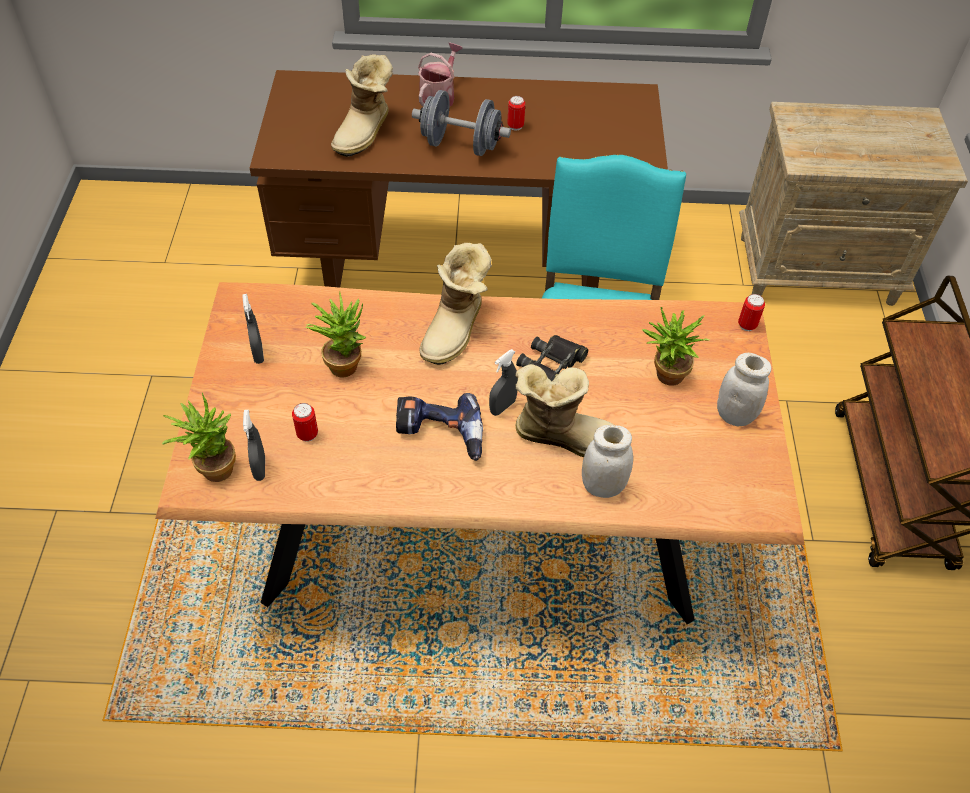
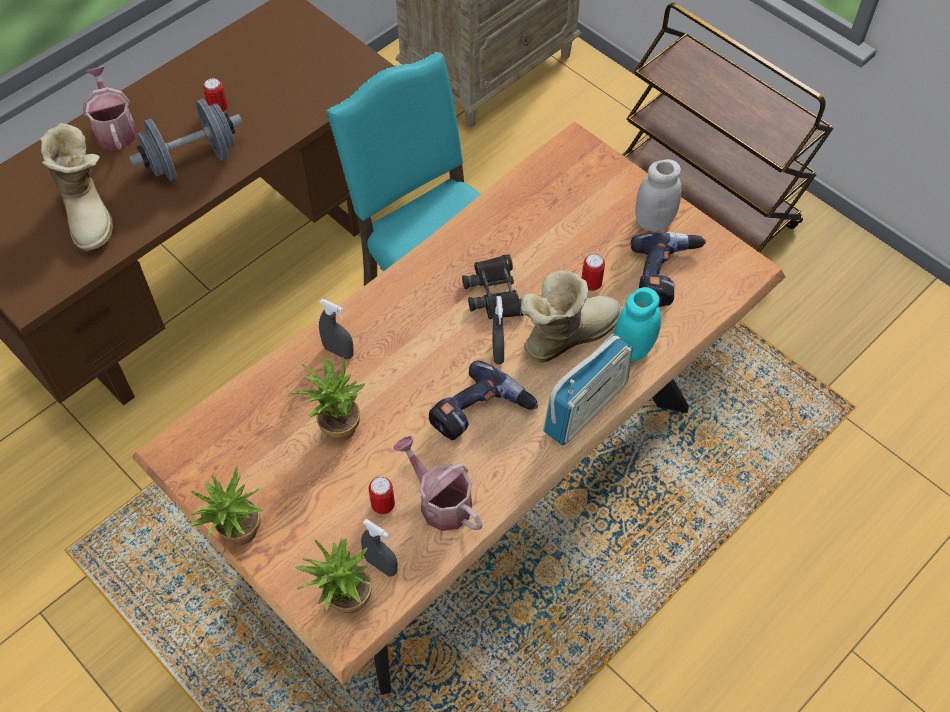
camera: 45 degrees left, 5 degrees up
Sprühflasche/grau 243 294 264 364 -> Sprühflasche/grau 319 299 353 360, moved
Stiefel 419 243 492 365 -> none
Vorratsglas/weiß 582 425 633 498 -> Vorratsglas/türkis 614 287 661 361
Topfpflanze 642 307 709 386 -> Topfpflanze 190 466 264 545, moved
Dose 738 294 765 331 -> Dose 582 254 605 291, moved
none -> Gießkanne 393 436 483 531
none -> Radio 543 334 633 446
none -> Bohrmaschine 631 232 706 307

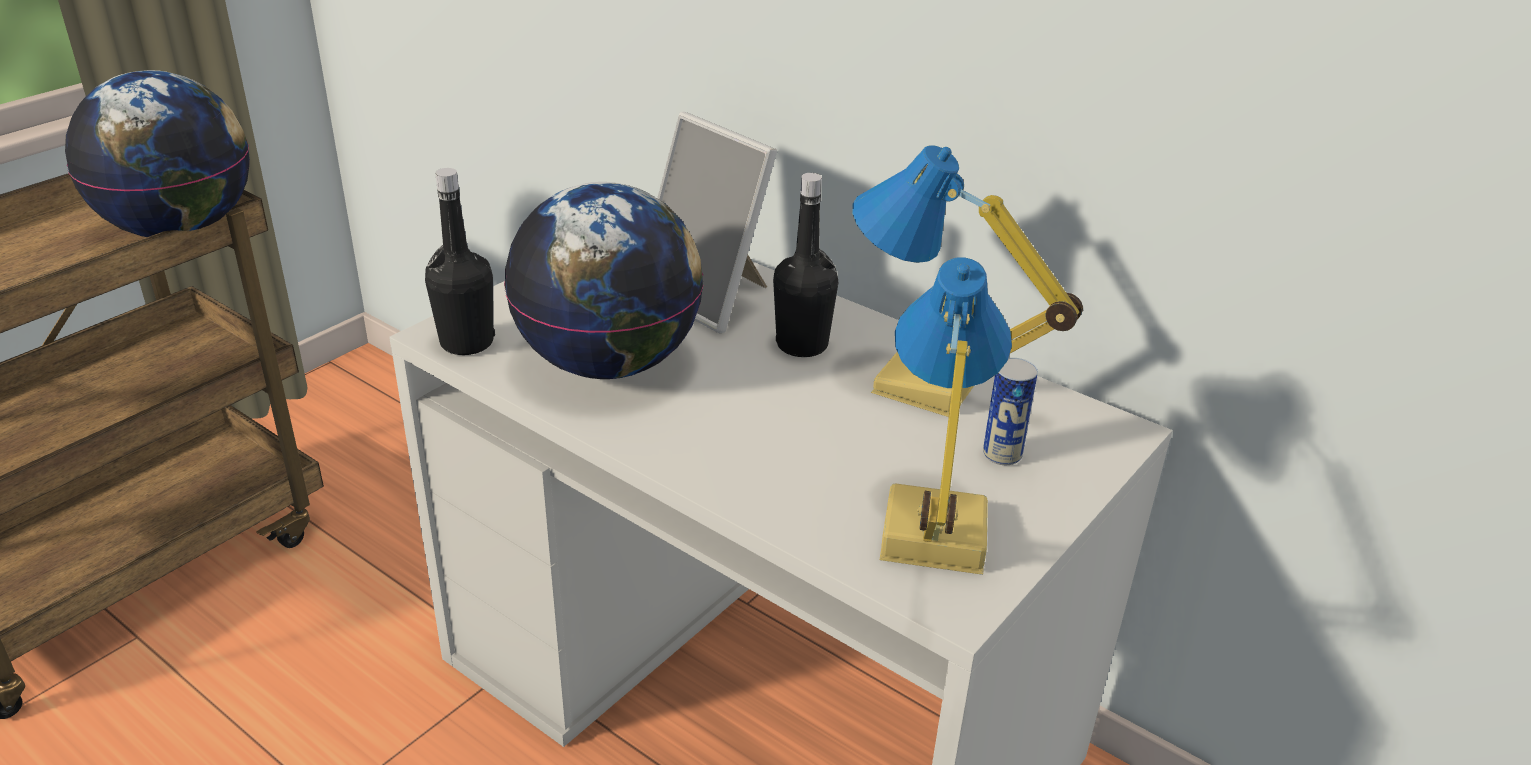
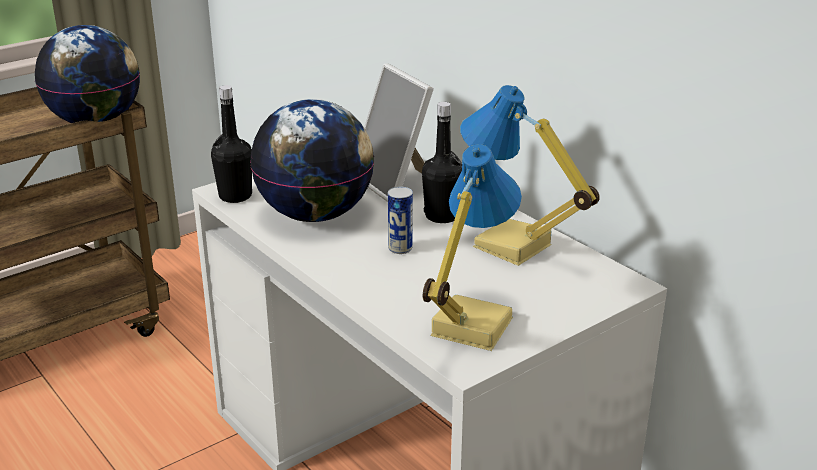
camera: 15 degrees right, 5 degrees down
Dose 983 358 1038 465 -> Dose 388 187 413 254, moved

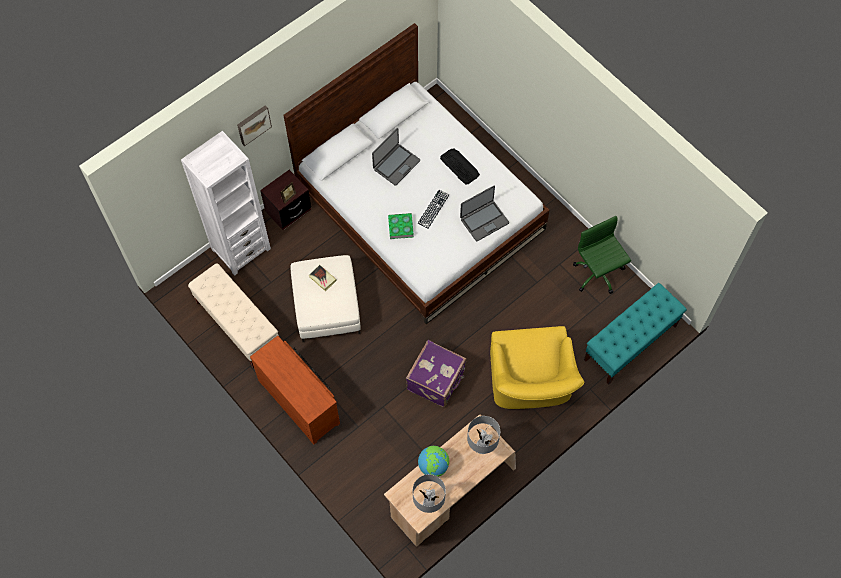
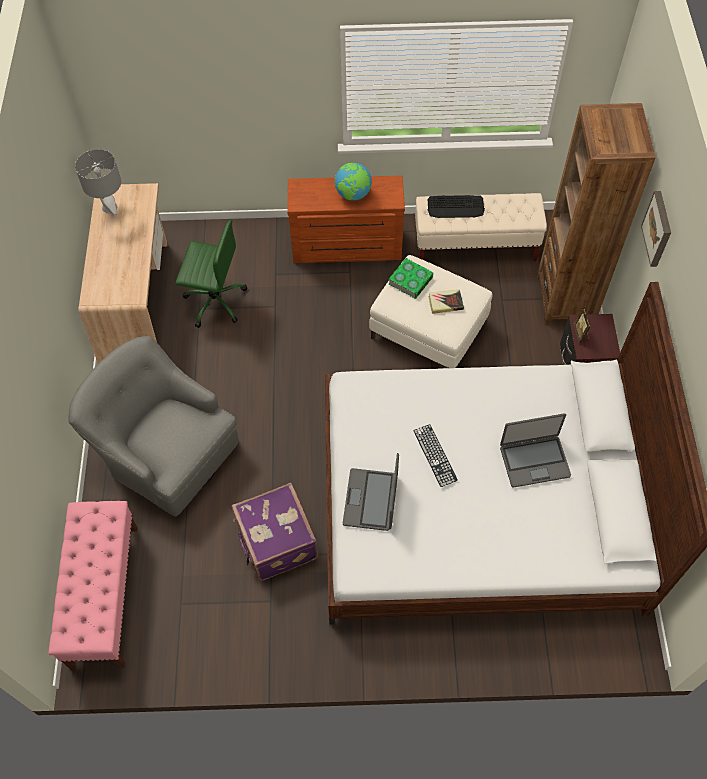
camera: 130 degrees right, 5 degrees down
Bücherregal/weiß 181 131 271 276 -> Bücherregal/braun 537 103 656 324
Laptop 372 128 420 186 -> Laptop 500 414 571 488, 90 degrees counterclockwise
Buch 388 213 414 239 -> Buch 389 258 433 299, moved
Koffer/lila 406 340 467 407 -> Koffer/lila 232 483 318 581, moved
Globus 418 446 449 477 -> Globus 335 163 372 201, moved
Tastatur 440 148 480 185 -> Tastatur 427 195 485 218, moved
Tischlampe/grau 467 416 500 454 -> none
Sessel/gelb 490 326 585 409 -> Sessel/grau 68 336 239 517
Bürostuhl/grün 573 216 631 294 -> Bürostuhl/grün 176 220 247 328, moved
Bank/türkis 584 283 687 384 -> Bank/rosa 49 501 138 669

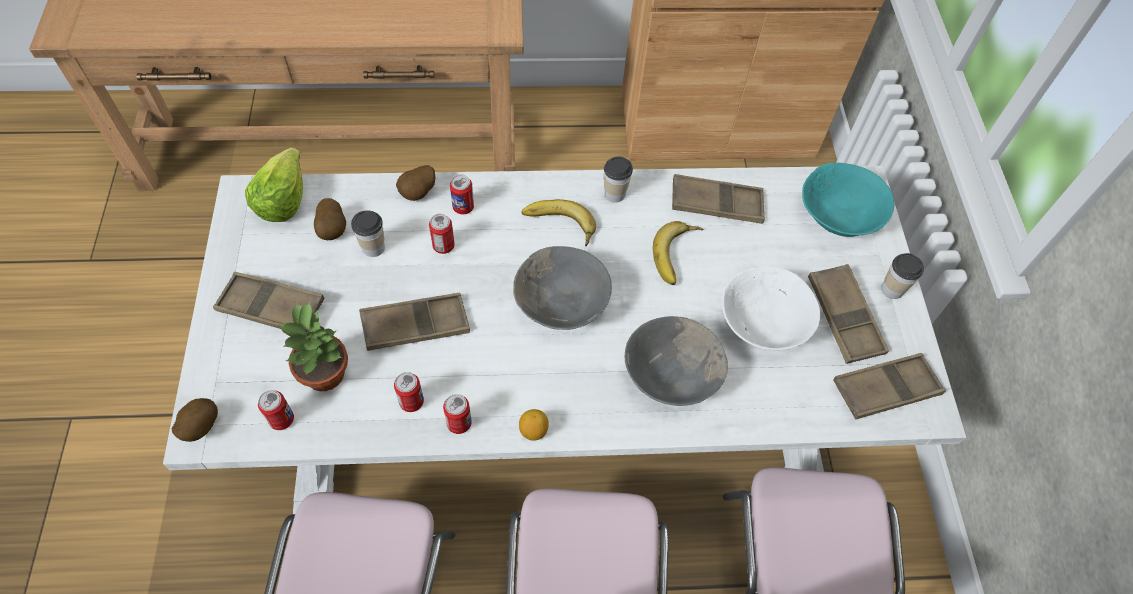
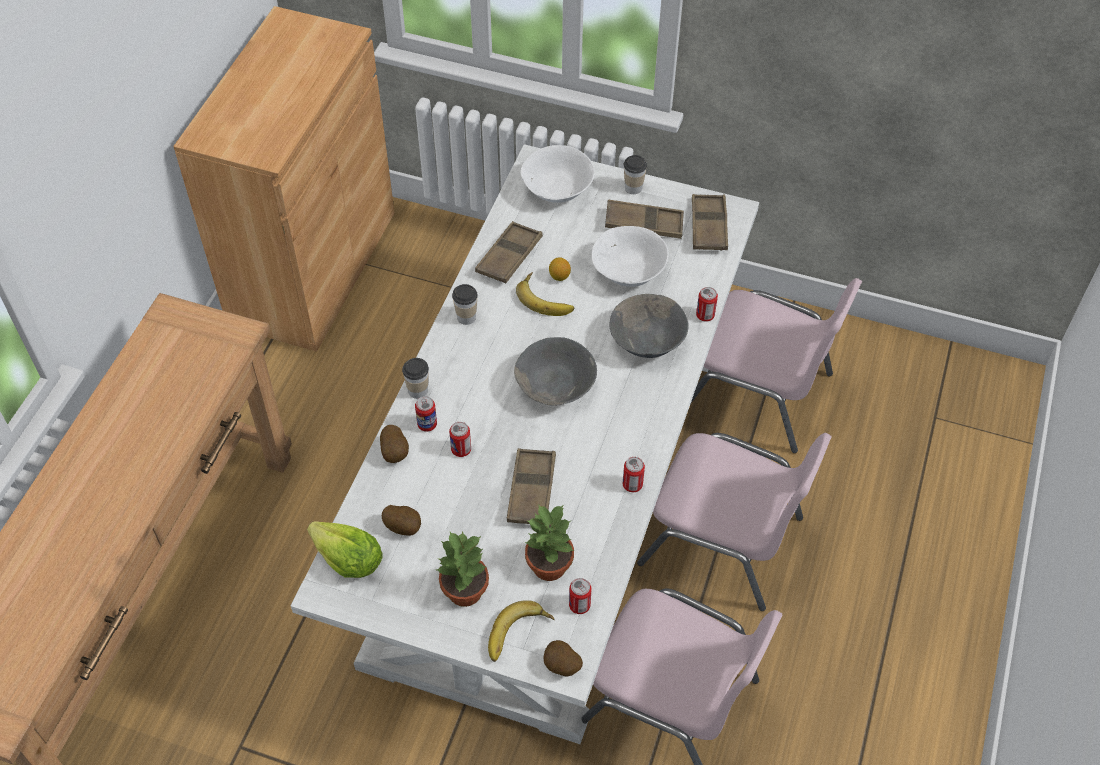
camera: 65 degrees left, 5 degrees down
Tablett/braun 213 272 324 329 -> Topfpflanze 437 531 489 607
Tasse 351 210 385 257 -> Tasse 402 358 429 399, moved
Dose 394 372 424 412 -> Dose 696 287 718 321, moved
Zitrone 519 409 549 441 -> Zitrone 549 257 571 281, moved
Banane 522 199 596 246 -> Banane 488 600 555 662, moved
Schüssel/türkis 802 163 894 237 -> Schüssel/weiß 521 145 595 203

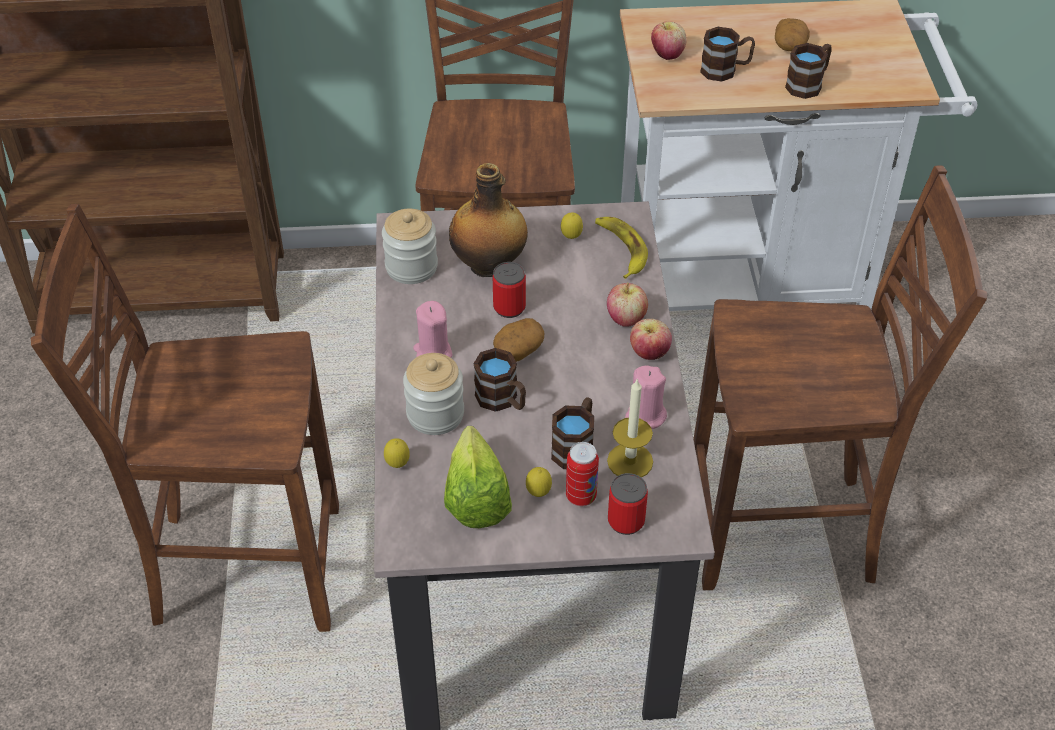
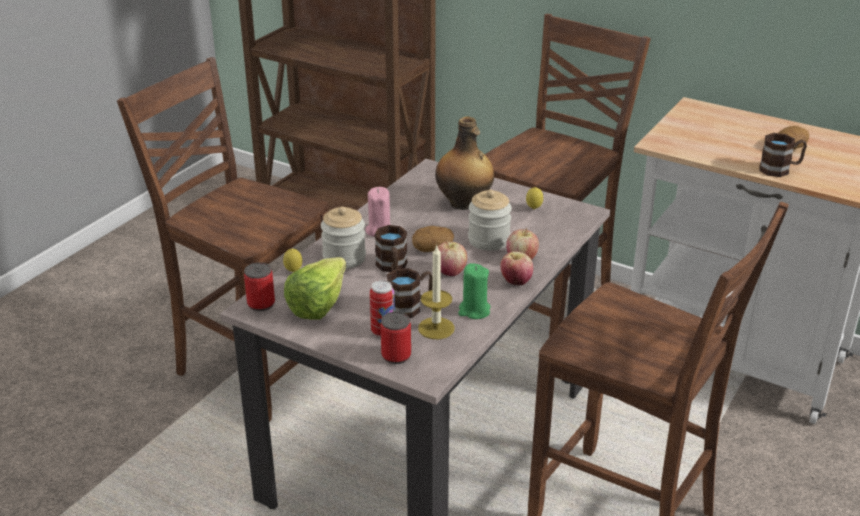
camera: 35 degrees right, 15 degrees down
Vorratsglas 382 209 438 284 -> Vorratsglas 468 190 512 250, moved
Dose 493 262 526 318 -> Dose 244 262 275 311, moved
Zitrone 526 467 552 497 -> none
Banane 595 217 648 279 -> none
Kerze/rosa 625 366 667 429 -> Kerze/grün 458 263 491 319
Apfel 651 21 687 60 -> Apfel 438 240 467 276, moved
Henkelbecher/braun 700 27 755 82 -> none

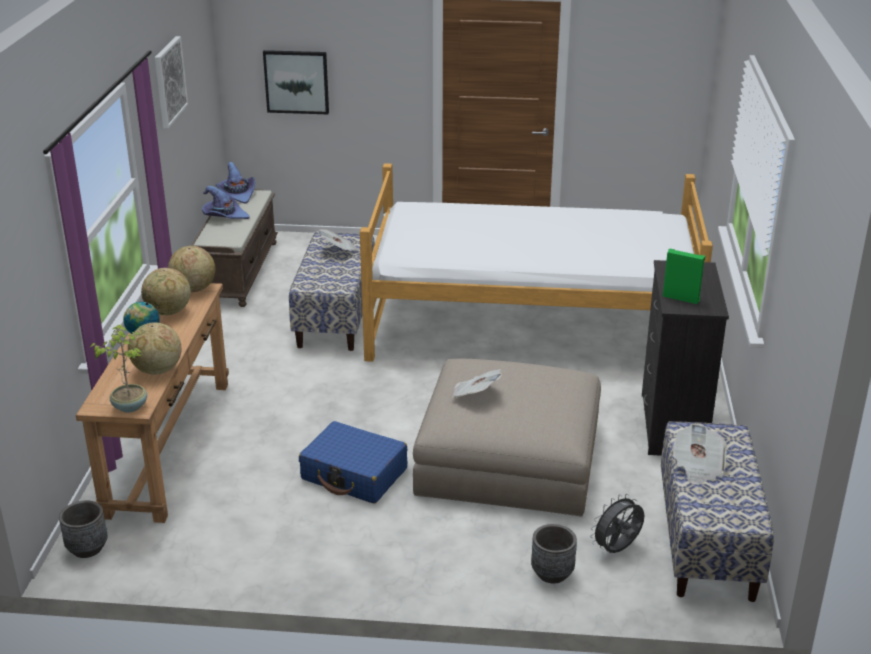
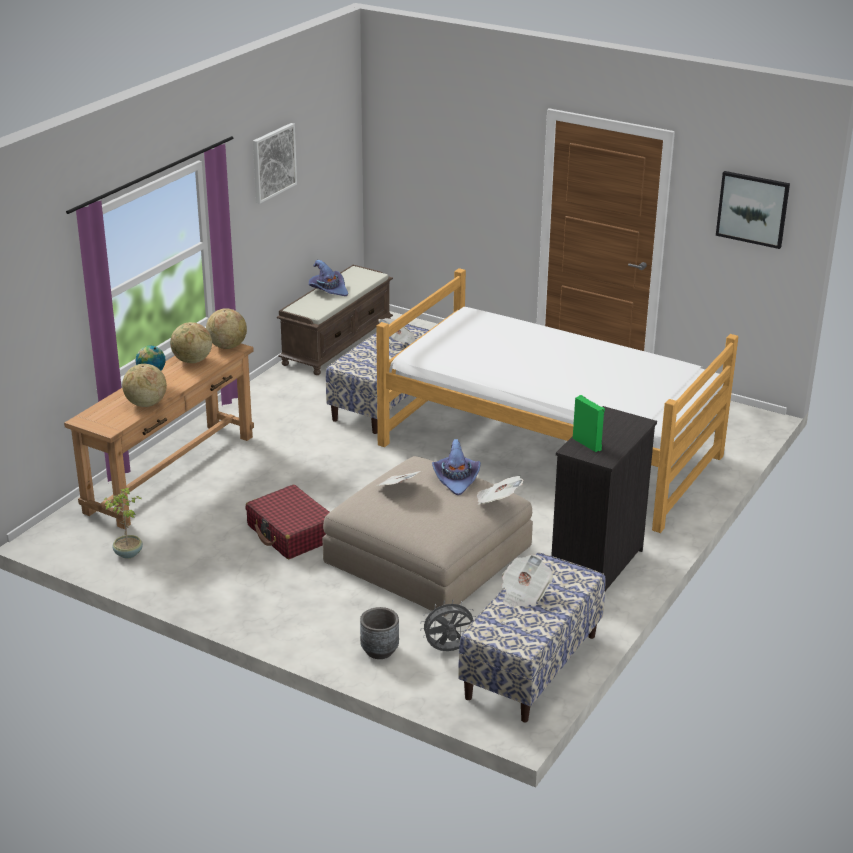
camera: 25 degrees right, 0 degrees up
Pflanzkübel/grau 59 500 108 558 -> none
Topfpflanze 89 325 147 413 -> Topfpflanze 104 488 143 559, moved
Hut/lila 215 162 255 204 -> Hut/lila 432 439 481 495, moved
Bild 263 50 329 114 -> Bild 716 171 790 249, moved
Koffer/blau 299 421 407 504 -> Koffer/rot 246 485 330 559
none -> Zeitung 477 476 523 505

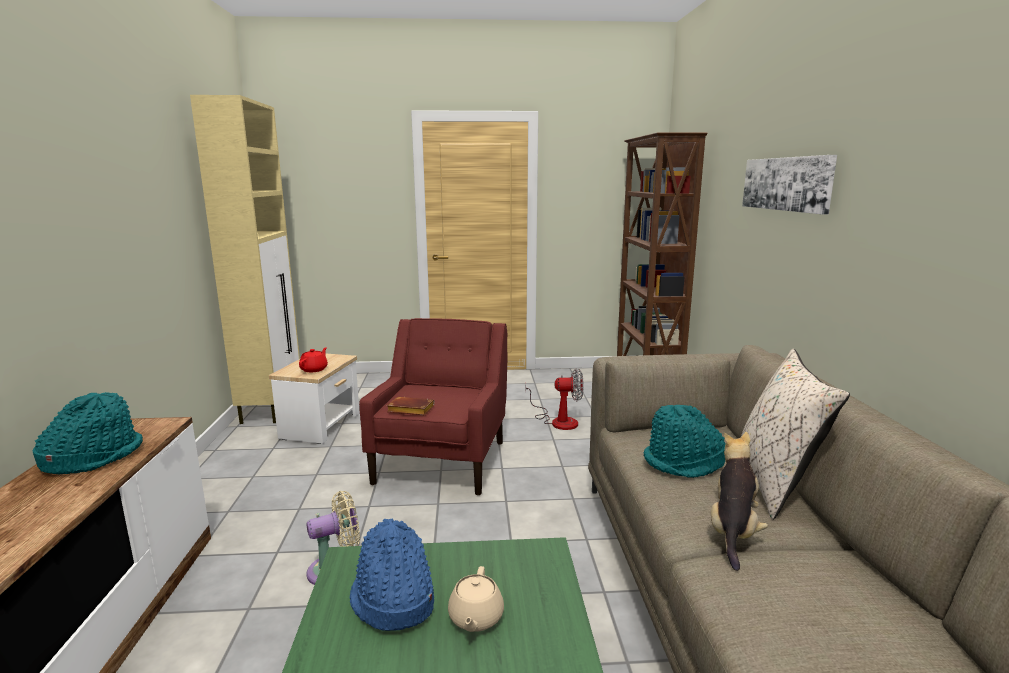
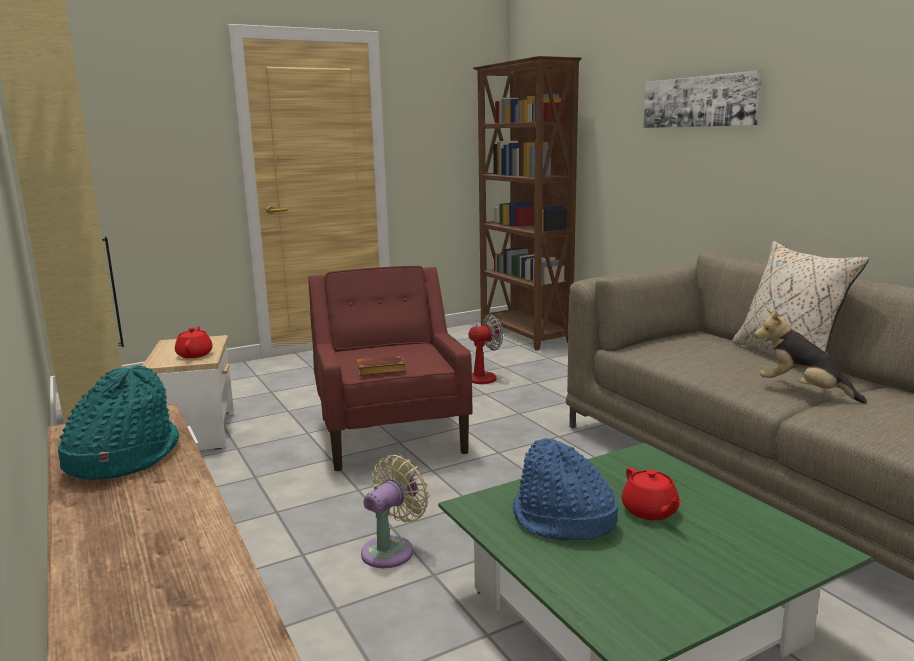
camera: 25 degrees left, 0 degrees up
Teekanne/beige 448 566 504 632 -> Teekanne/rot 622 468 682 520
Hut/türkis 644 405 726 478 -> none
Plüschtier 711 432 768 571 -> Plüschtier 754 309 867 404, 45 degrees counterclockwise

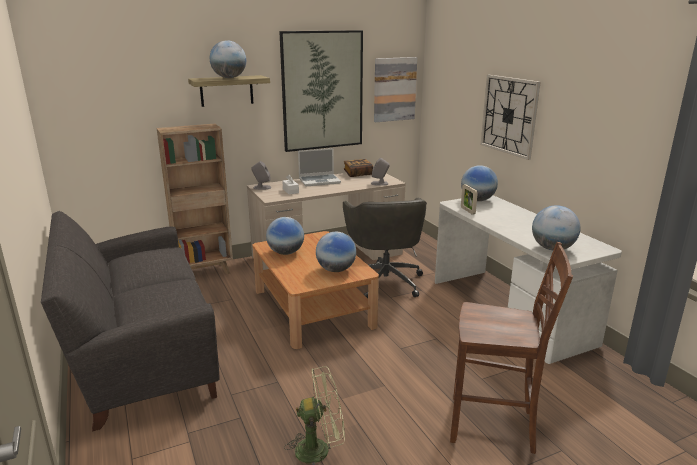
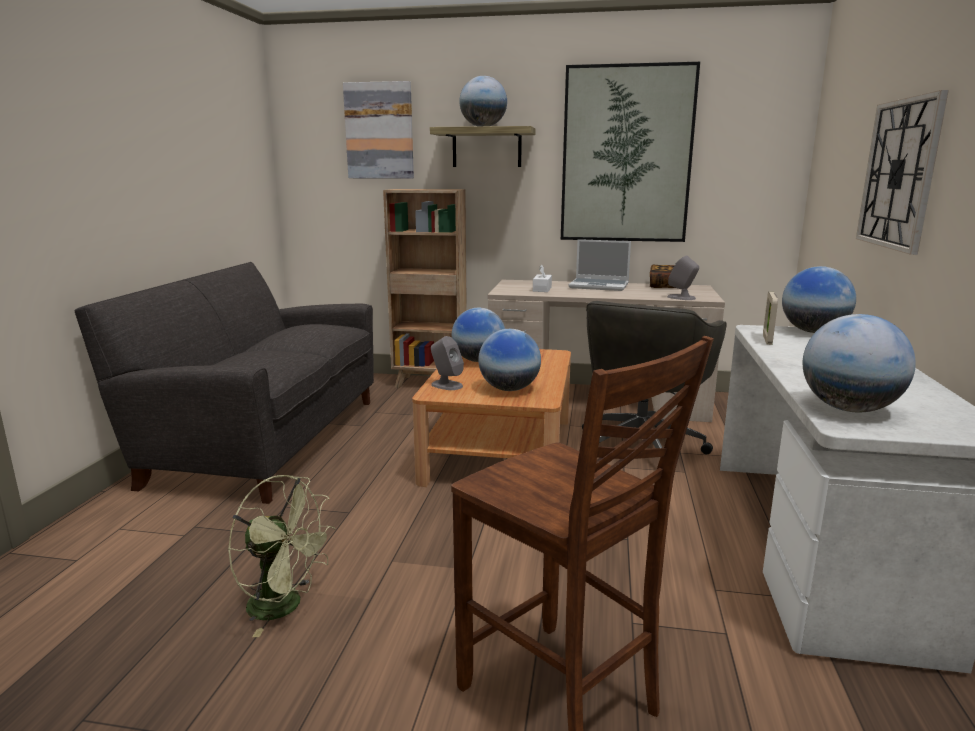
camera: 35 degrees right, 5 degrees down
Lautsprecher/grau 251 161 271 190 -> Lautsprecher/grau 431 336 464 390, moved
Bild 374 57 417 122 -> Bild 343 81 414 179, moved

